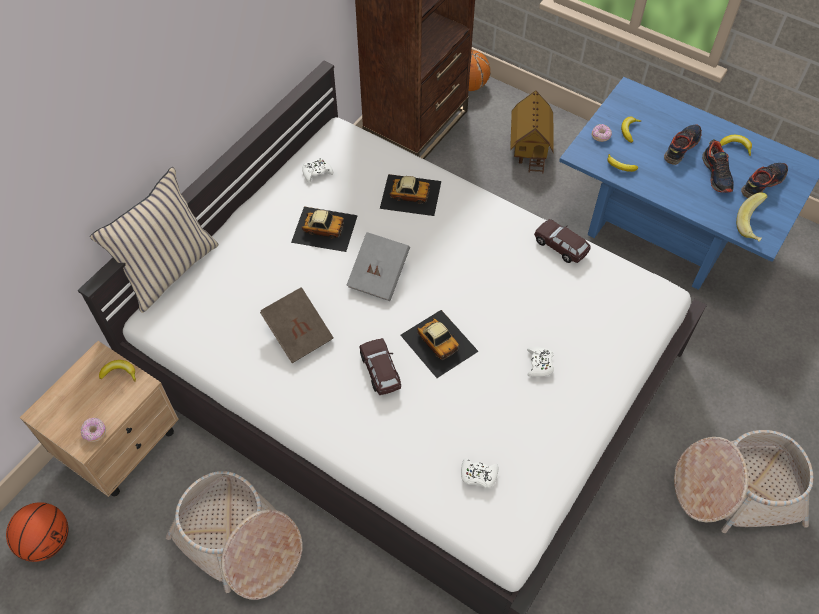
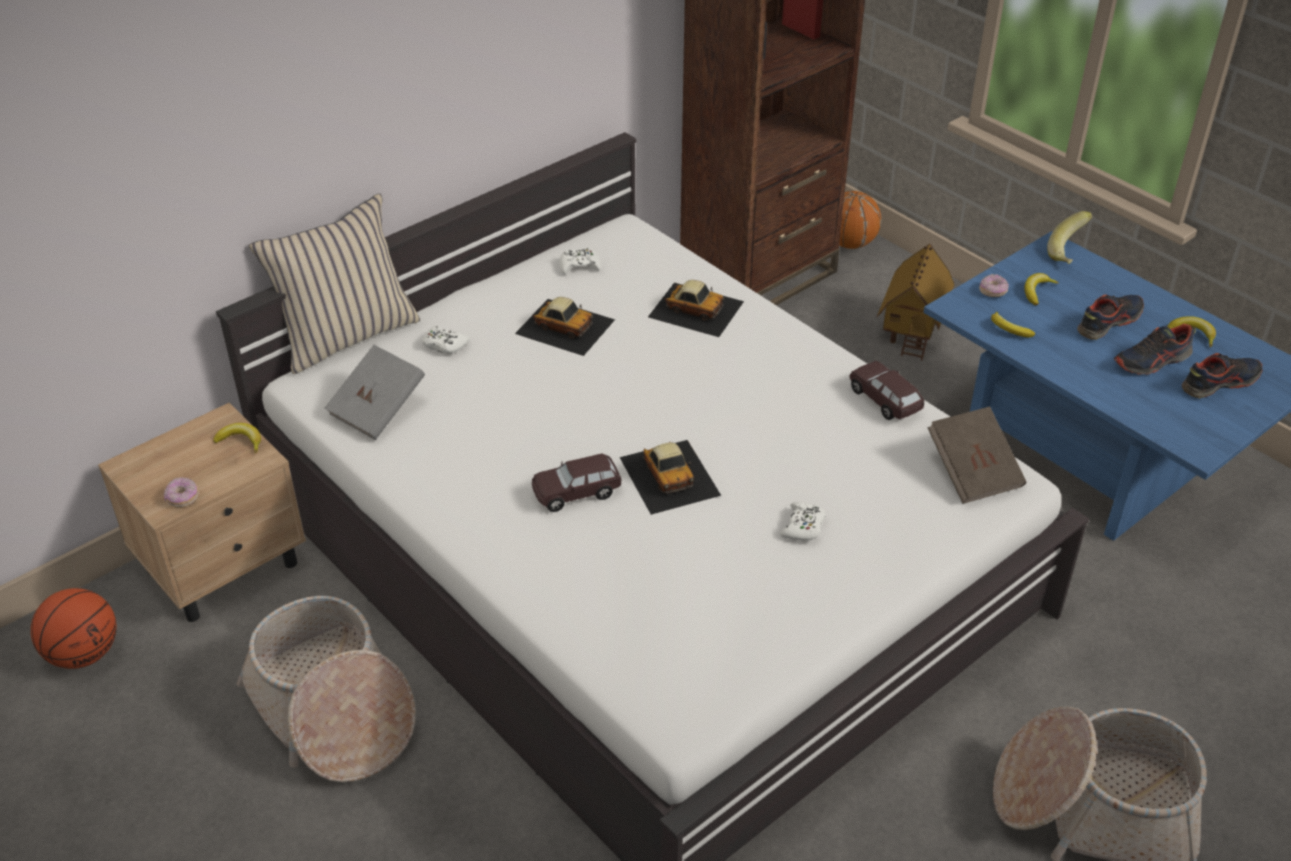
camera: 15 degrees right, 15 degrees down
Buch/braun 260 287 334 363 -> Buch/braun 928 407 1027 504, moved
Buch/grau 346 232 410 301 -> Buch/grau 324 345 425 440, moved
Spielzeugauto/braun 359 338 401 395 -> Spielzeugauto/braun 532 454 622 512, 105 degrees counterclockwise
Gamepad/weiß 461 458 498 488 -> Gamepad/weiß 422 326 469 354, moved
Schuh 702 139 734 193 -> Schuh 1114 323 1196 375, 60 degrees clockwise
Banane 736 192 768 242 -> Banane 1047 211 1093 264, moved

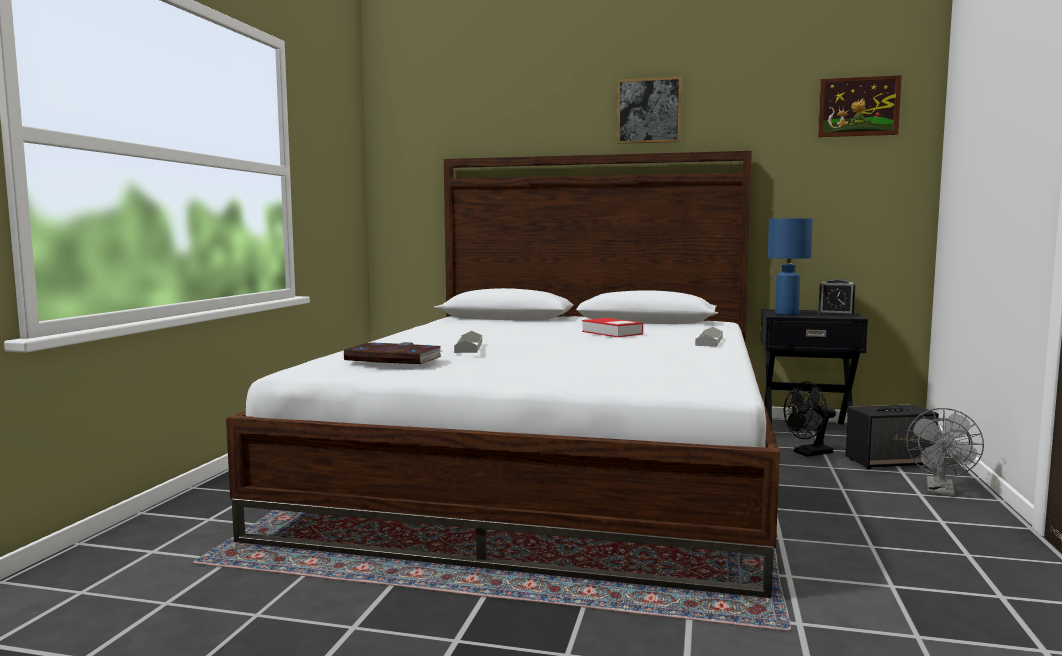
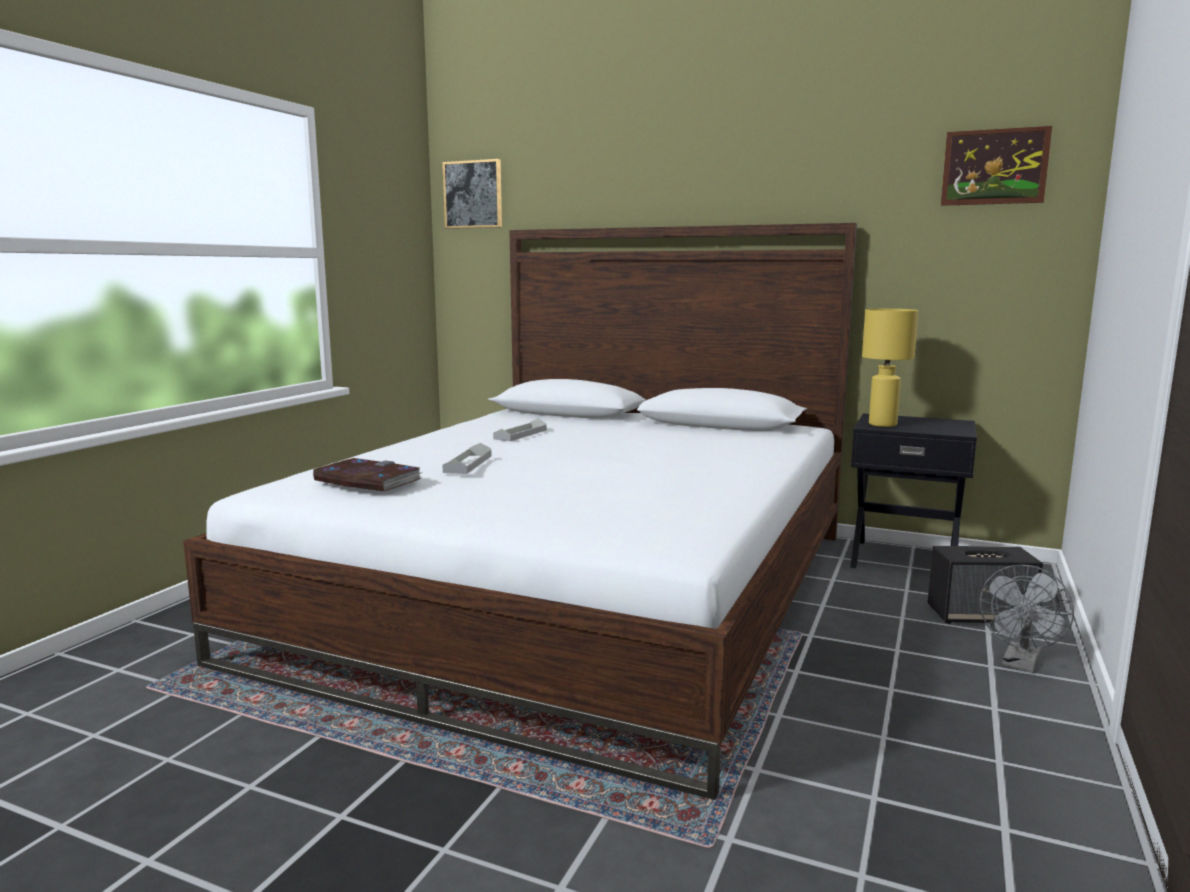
camera: 10 degrees right, 5 degrees up
Buch 582 318 643 337 -> none
Bild 617 77 682 144 -> Bild 442 159 502 229, moved
Tablett/grau 695 327 723 347 -> Tablett/grau 493 419 547 441, moved
Tischlampe/blau 768 218 813 315 -> Tischlampe/gelb 862 309 918 427
Ventilator/schwarz 784 381 836 457 -> none
Wecker 817 279 856 317 -> none

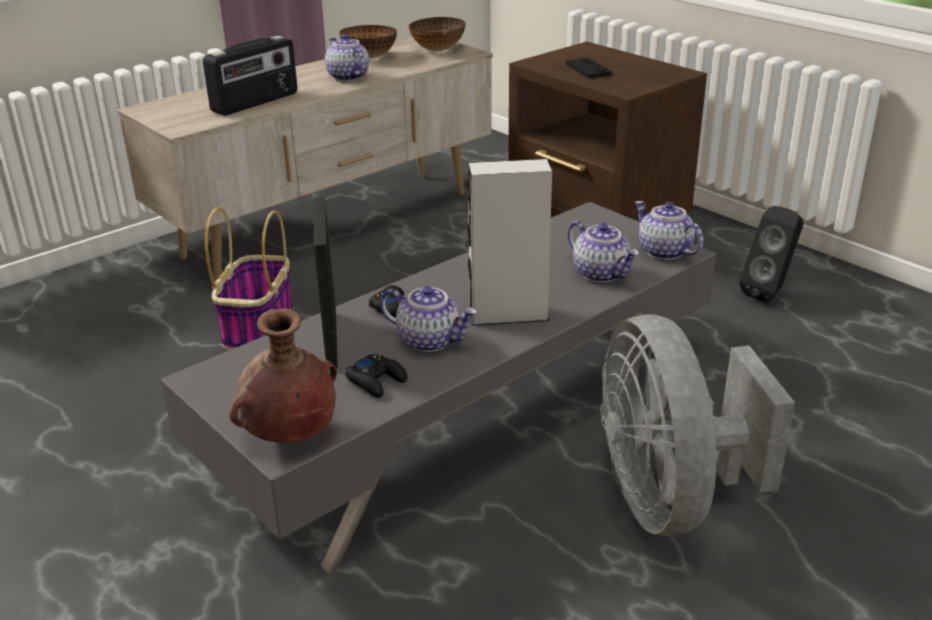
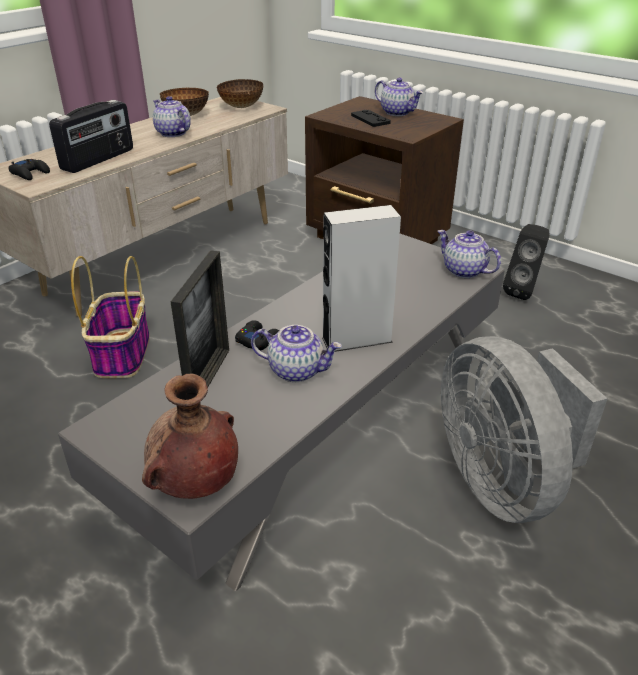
camera: 10 degrees left, 5 degrees up
Bilderrahmen 314 197 338 369 -> Bilderrahmen 171 250 229 387, 150 degrees counterclockwise
Gamepad/schwarz 346 354 408 398 -> Gamepad/schwarz 9 159 50 180, moved
Teekanne 568 221 639 283 -> Teekanne 375 78 423 116, moved

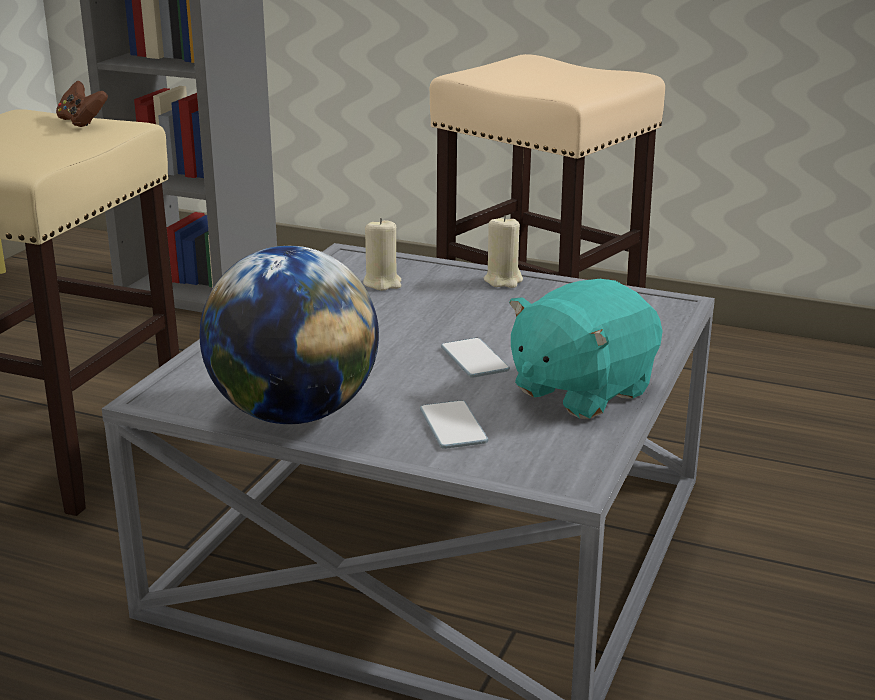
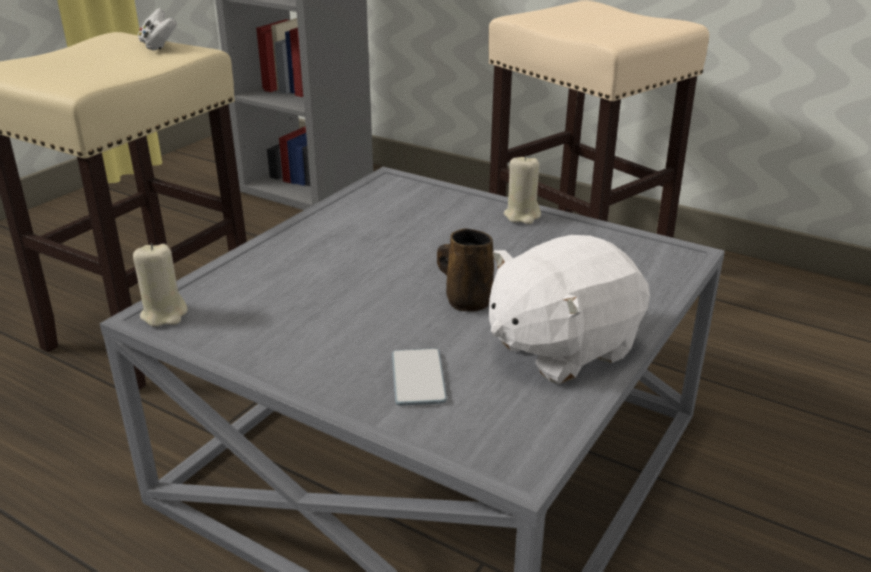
camera: 10 degrees right, 5 degrees up
Gamepad/braun 56 81 108 127 -> Gamepad/weiß 138 8 177 50
Globus 200 246 379 424 -> none
Kerze/beige 363 218 402 291 -> Kerze/beige 133 243 188 327, moved
Handy 441 338 510 377 -> Henkelbecher/braun 437 229 494 312
Plüschtier/türkis 509 279 663 419 -> Plüschtier/weiß 489 235 650 384

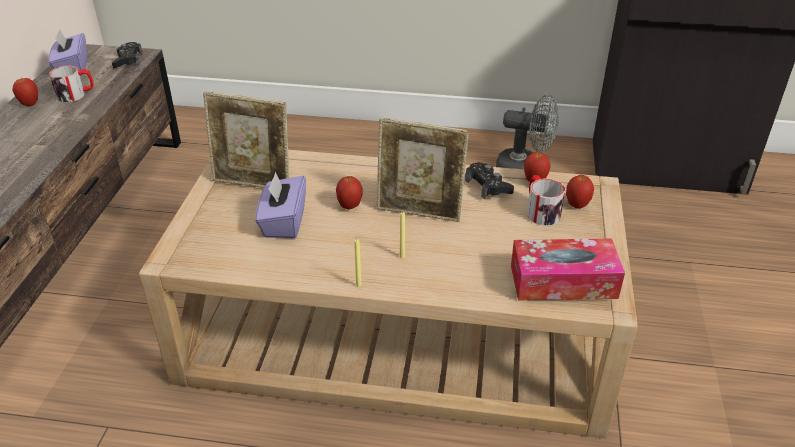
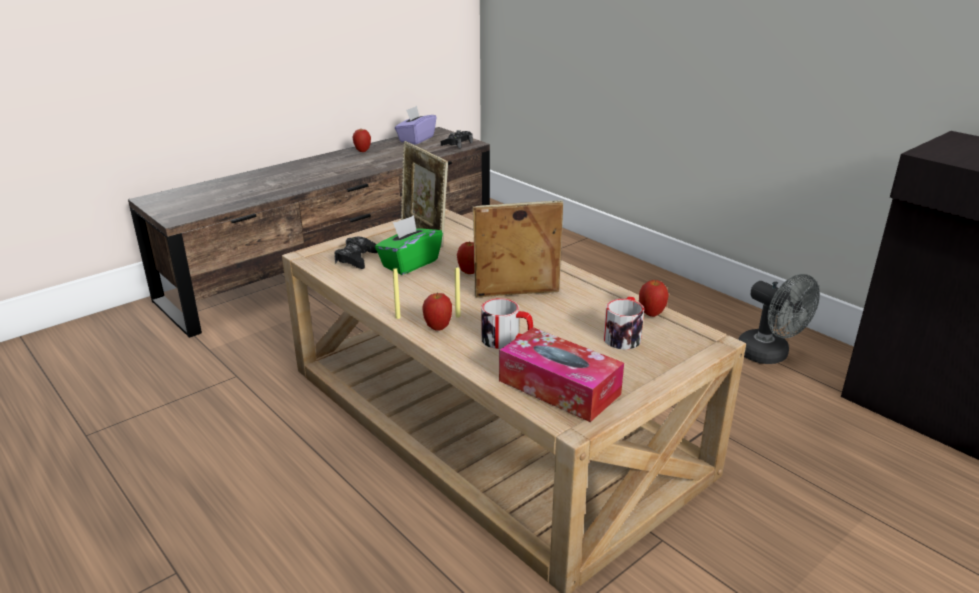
camera: 40 degrees right, 10 degrees down
Henkelbecher 49 66 94 102 -> Henkelbecher 481 298 533 349, moved
Taschentuchbox/lila 255 172 306 238 -> Taschentuchbox/grün 375 215 443 275
Bilderrahmen 377 117 469 222 -> Bilderrahmen 472 200 563 298, 120 degrees clockwise
Gamepad/schwarz 465 162 514 199 -> Gamepad/schwarz 334 237 378 269, moved
Apfel 566 175 594 209 -> Apfel 422 293 452 331, moved

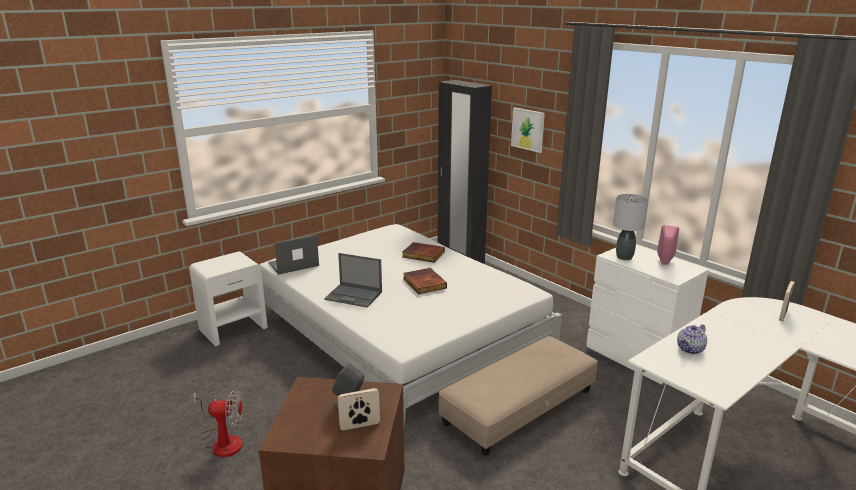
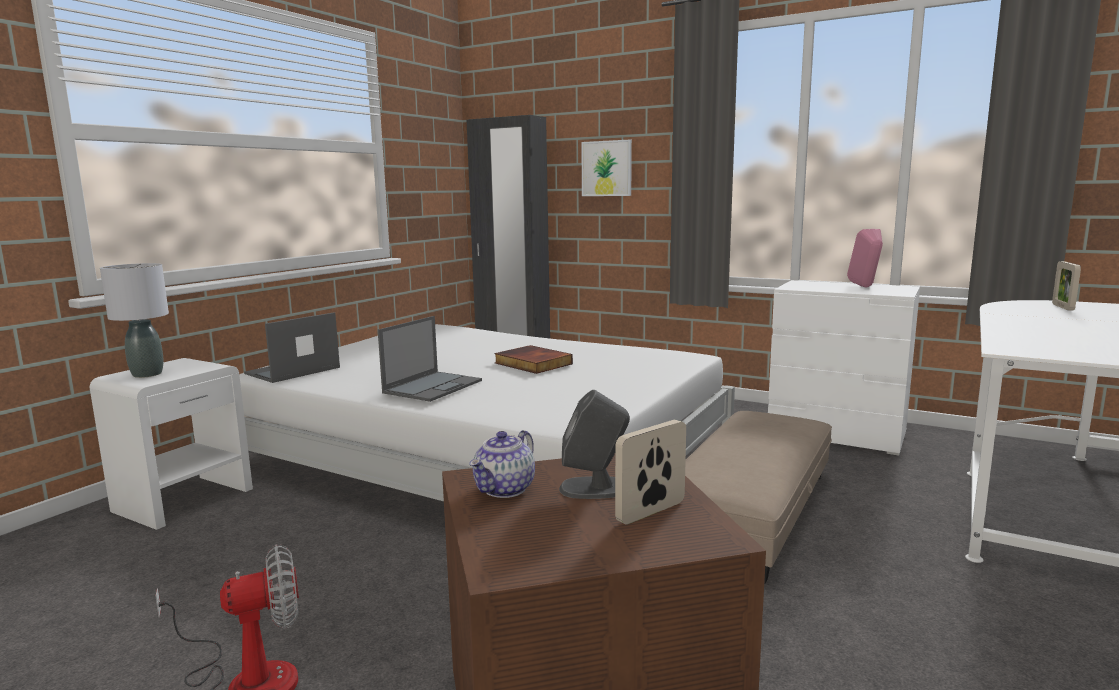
camera: 20 degrees left, 10 degrees down
Laptop 324 253 382 307 -> Laptop 378 316 482 402, 60 degrees counterclockwise
Buch 403 242 445 263 -> none
Tischlampe/grau 613 194 649 260 -> Tischlampe/grau 100 263 169 378, moved
Teekanne 677 324 707 354 -> Teekanne 469 430 535 498, moved

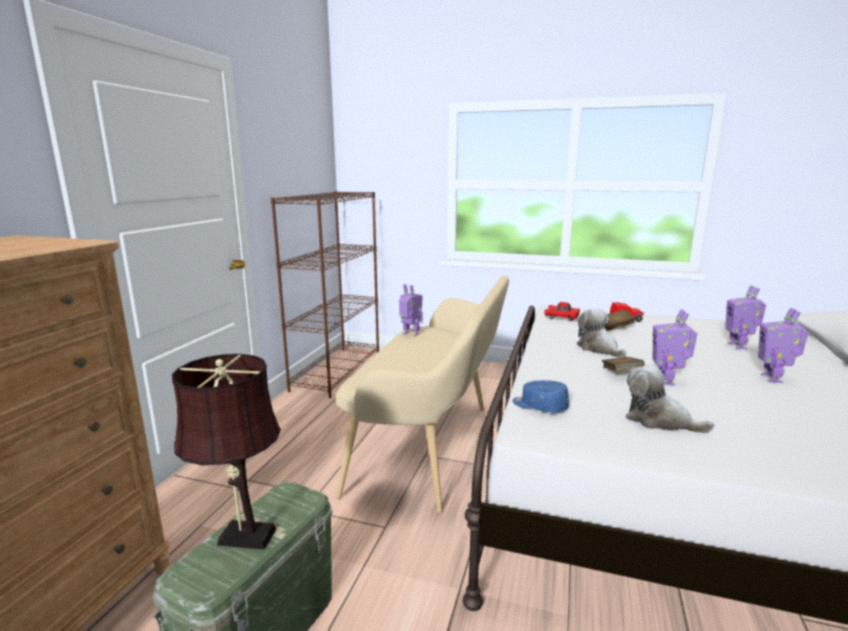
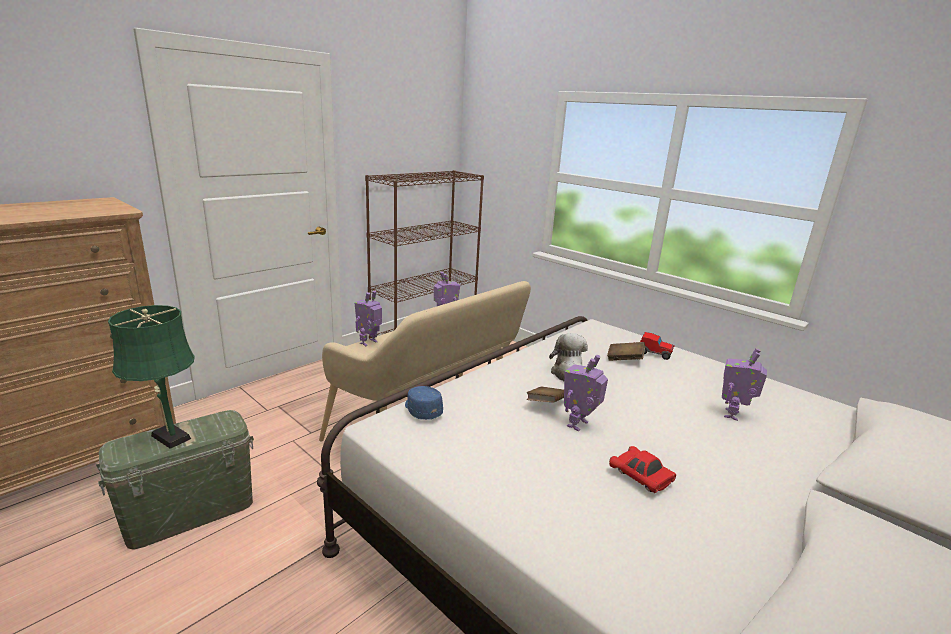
camera: 25 degrees right, 5 degrees up
Tischlampe/braun 172 354 281 550 -> Tischlampe/grün 108 305 195 449
Spielzeugauto/rot 544 302 580 321 -> Spielzeugauto/rot 609 446 676 493, moved
Plüschtier 626 365 714 433 -> none
Spielzeugroboter 758 308 809 383 -> Spielzeugroboter 355 291 382 346, moved

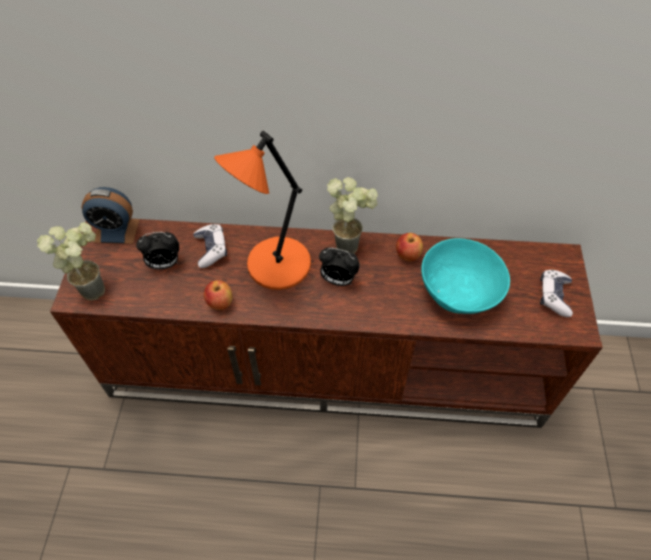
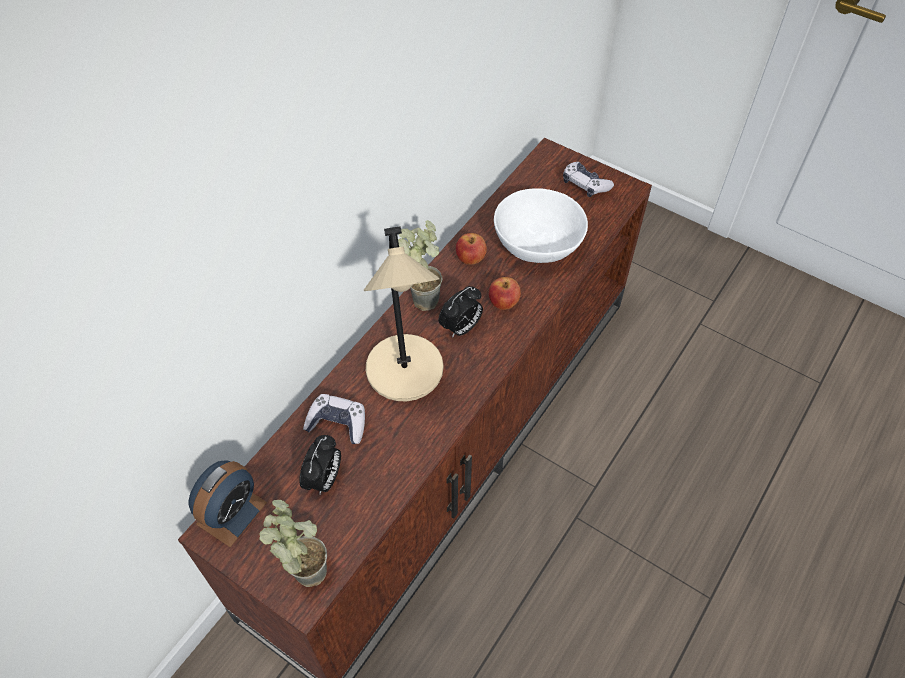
camera: 60 degrees left, 0 degrees up
Apfel 204 280 233 310 -> Apfel 489 277 521 310, moved
Tischlampe/orange 214 131 311 290 -> Tischlampe/beige 363 226 444 401
Schüssel/türkis 421 238 510 314 -> Schüssel/weiß 494 188 588 263

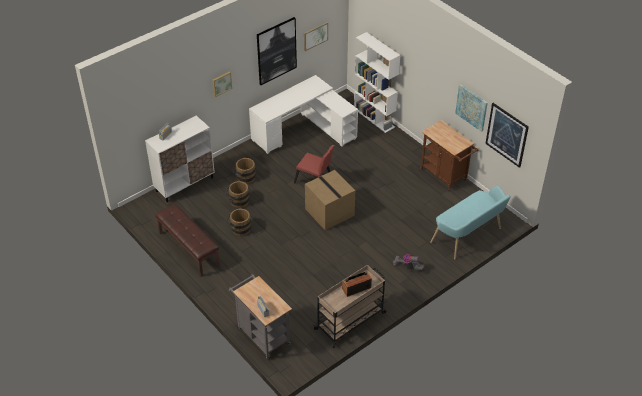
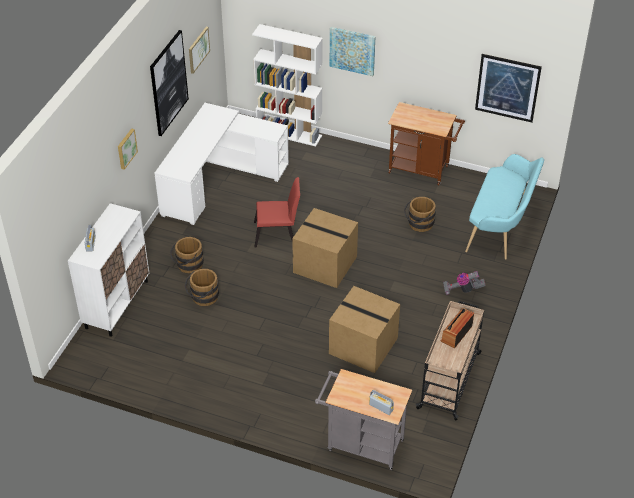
camera: 30 degrees left, 0 degrees up
Bank/braun 155 204 220 277 -> none
Eimer/braun 226 208 251 236 -> Eimer/braun 404 197 436 232, moved
Bild 455 84 488 132 -> Bild 330 27 376 76, moved
none -> Karton 329 286 400 373

